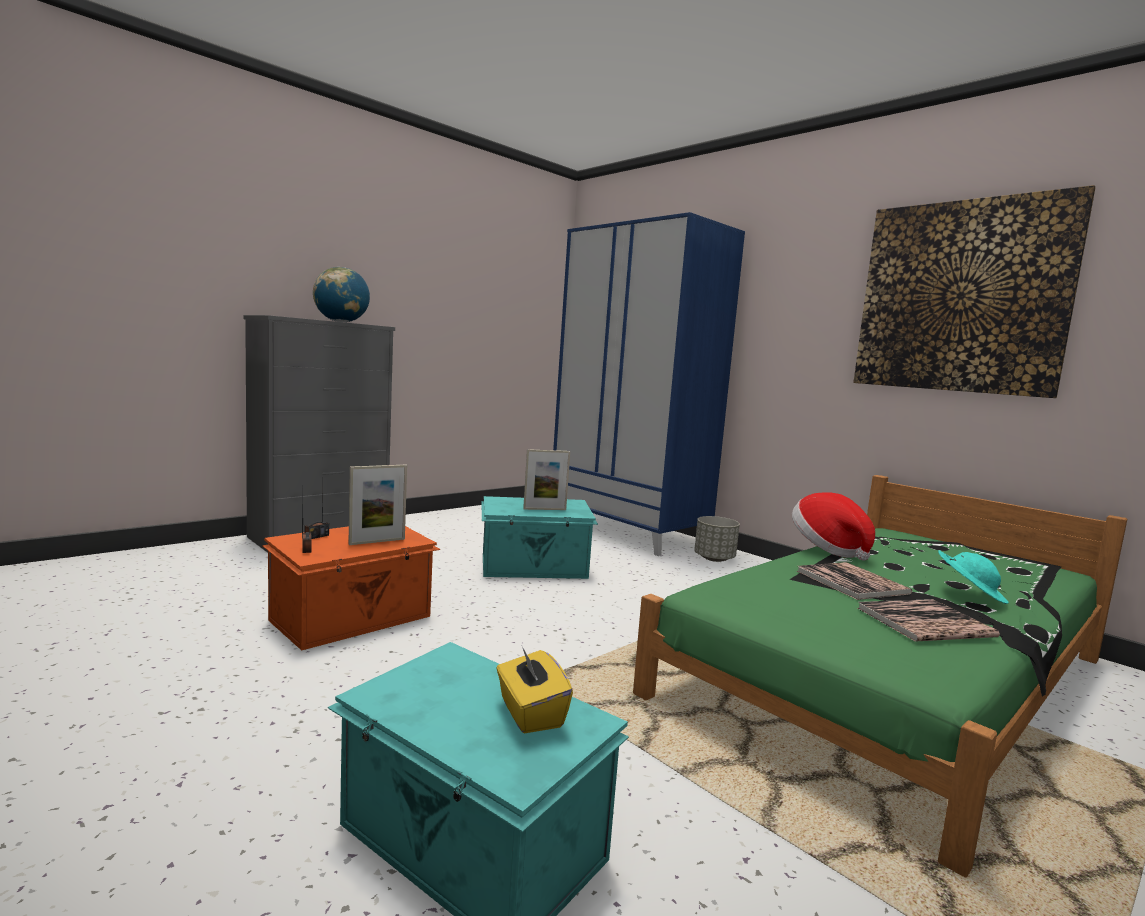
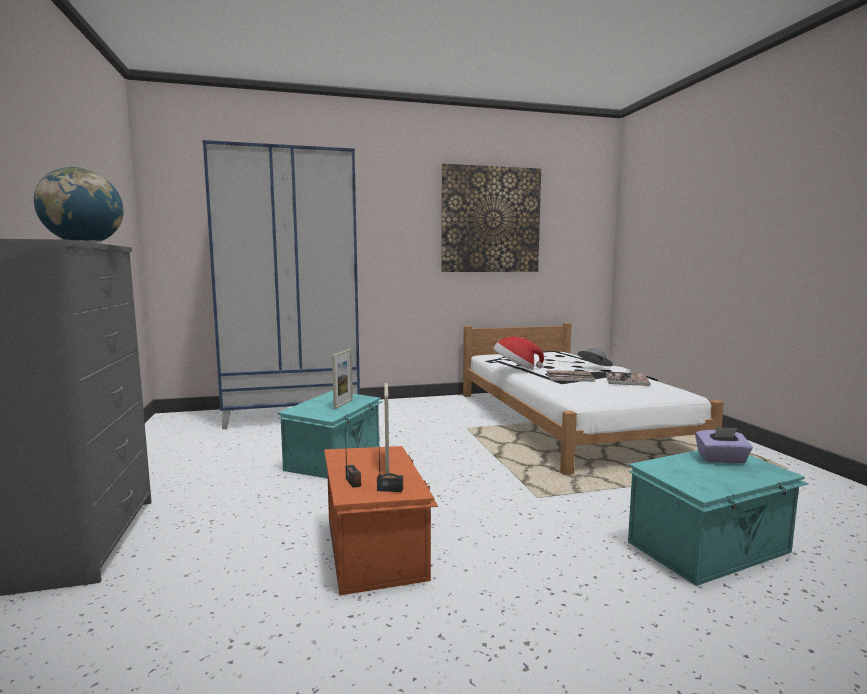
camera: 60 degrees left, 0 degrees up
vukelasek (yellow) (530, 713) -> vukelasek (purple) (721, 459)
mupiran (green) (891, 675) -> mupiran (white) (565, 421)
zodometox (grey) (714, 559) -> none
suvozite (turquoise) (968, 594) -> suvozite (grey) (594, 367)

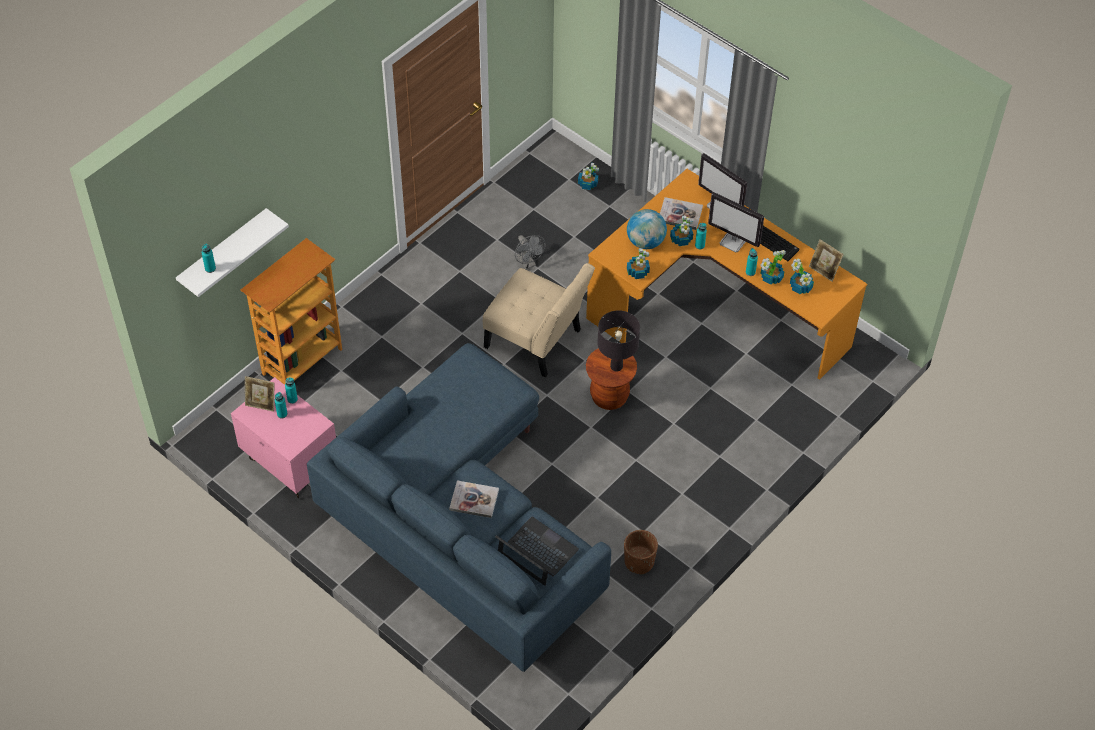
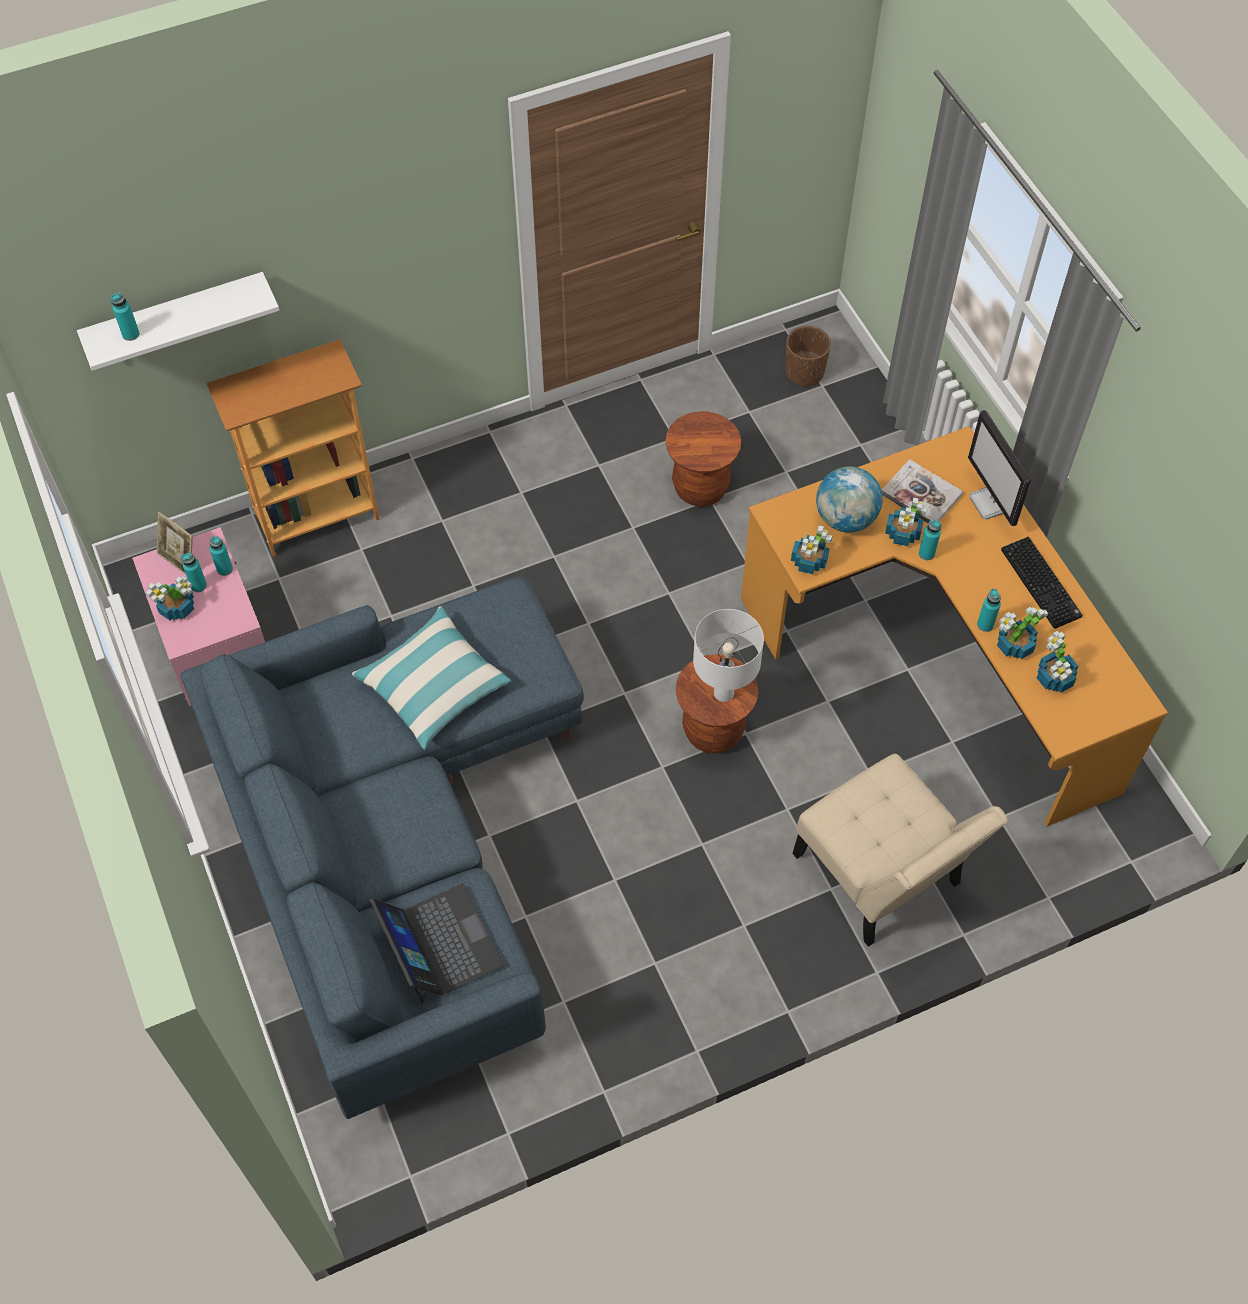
camera: 25 degrees right, 5 degrees up
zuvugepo (474, 500) -> none
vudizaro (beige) (537, 341) -> vudizaro (beige) (881, 877), shifted
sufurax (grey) (528, 263) -> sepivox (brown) (700, 488)
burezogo (588, 184) -> burezogo (178, 608), shifted
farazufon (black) (616, 366) -> farazufon (white) (723, 693)
zodometox (brown) (639, 562) -> zodometox (brown) (804, 372), shifted
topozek (733, 242) -> none
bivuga (823, 271) -> none
none -> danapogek (434, 686)

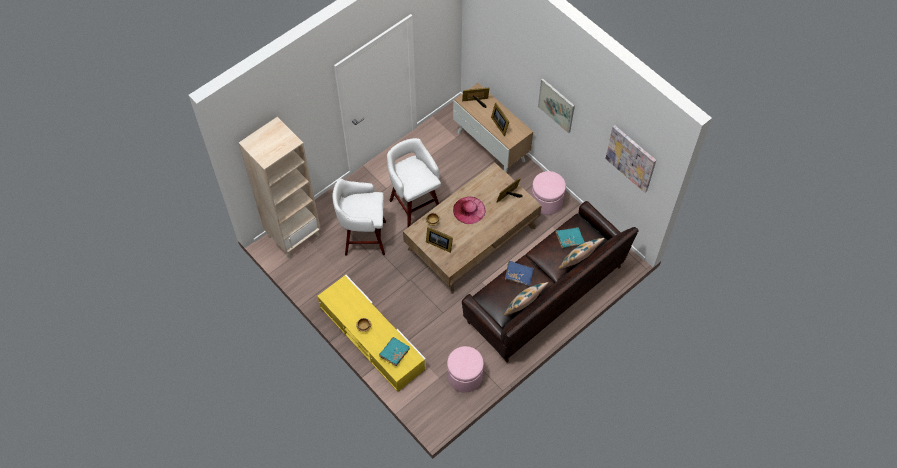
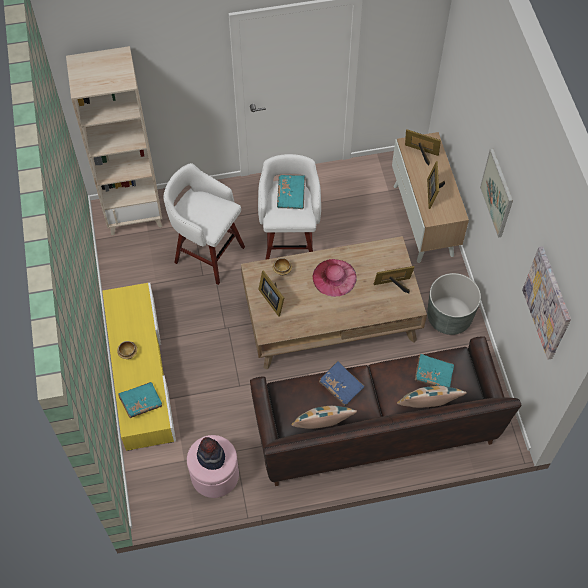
camera: 30 degrees right, 0 degrees up
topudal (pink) (546, 201) -> zodometox (grey) (449, 317)
none -> suvozite (211, 457)
none -> zuvugepo (turquoise) (291, 195)

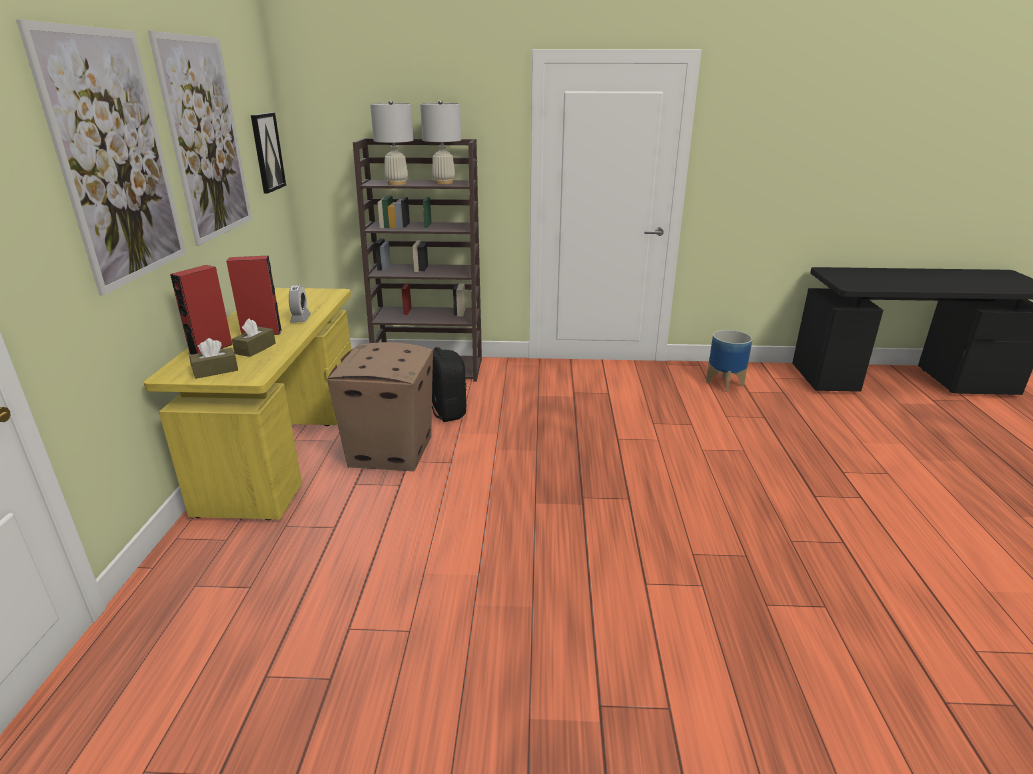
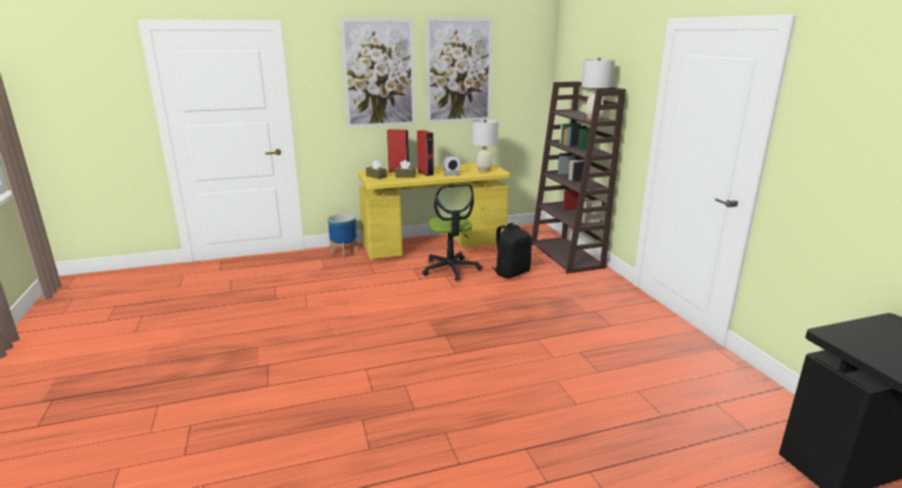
camera: 70 degrees right, 5 degrees down
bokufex (267, 152) -> none
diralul (390, 452) -> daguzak (451, 269)
farazufon (white) (396, 183) -> farazufon (white) (484, 170), shifted
zodometox (724, 383) -> zodometox (344, 252), shifted

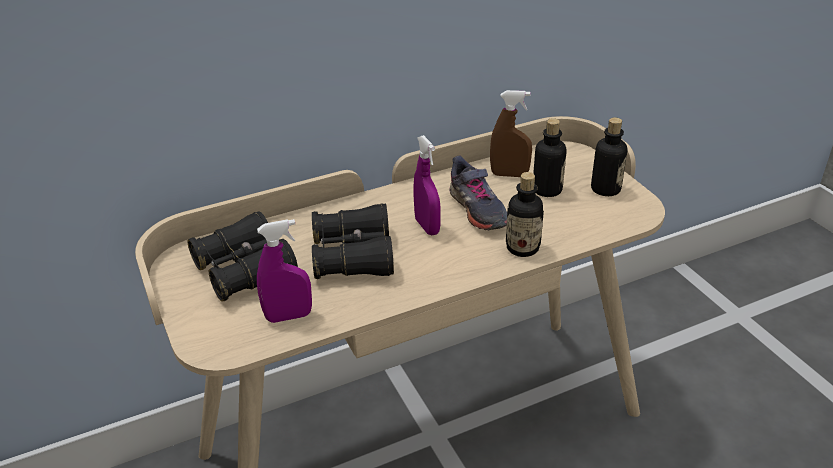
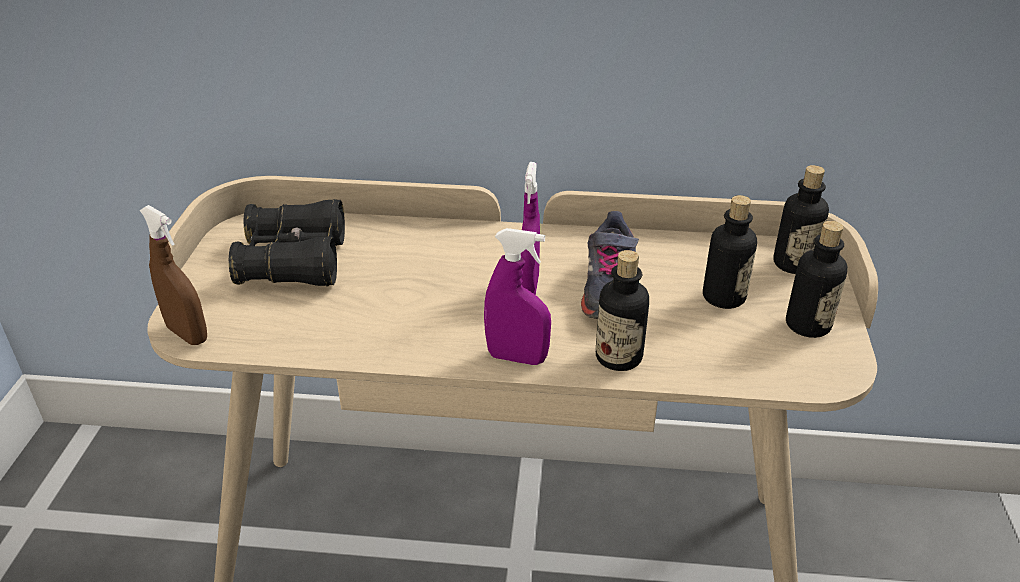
camera: 30 degrees right, 0 degrees up
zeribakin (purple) (289, 316) -> zeribakin (purple) (517, 358), shifted
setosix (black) (354, 256) -> none
zeribakin (brown) (509, 174) -> zeribakin (brown) (187, 334), shifted
none -> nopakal (793, 264)

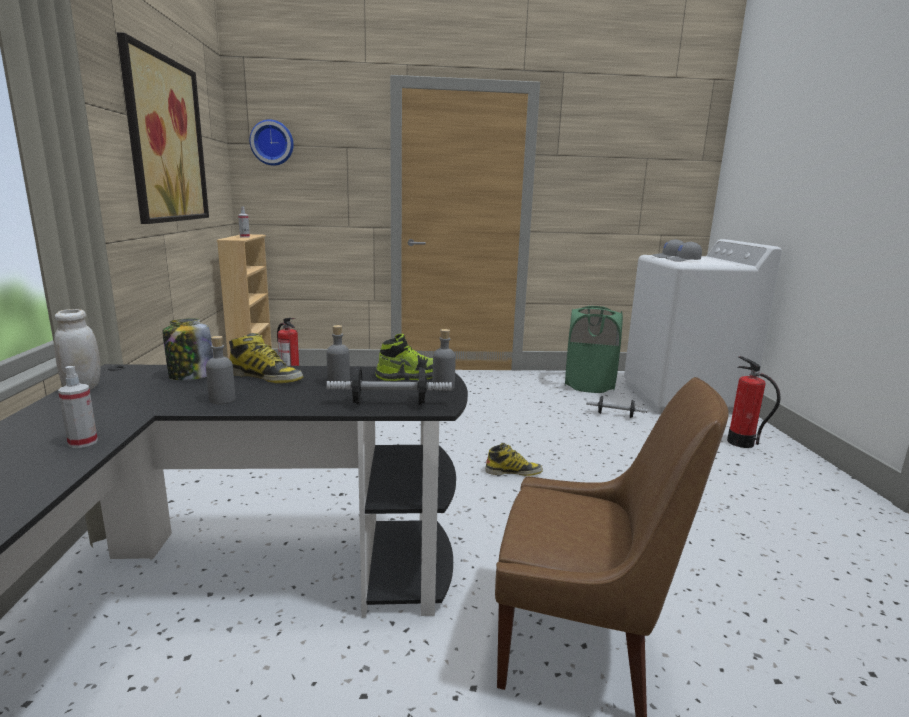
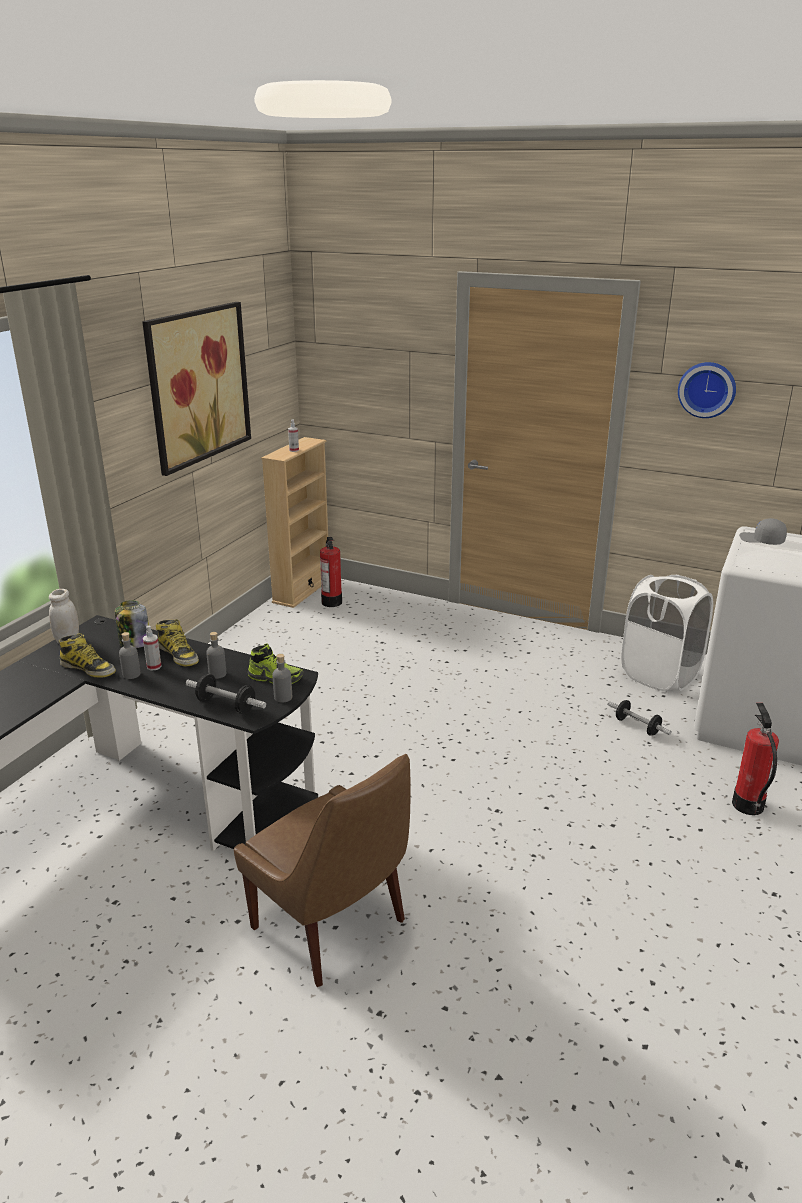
camera: 30 degrees right, 10 degrees up
zeribakin (83, 442) -> zeribakin (154, 666), shifted
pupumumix (272, 143) -> pupumumix (707, 389), shifted
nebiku (513, 471) -> nebiku (88, 668), shifted
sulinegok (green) (589, 385) -> sulinegok (white) (660, 675)
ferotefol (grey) (683, 260) -> none

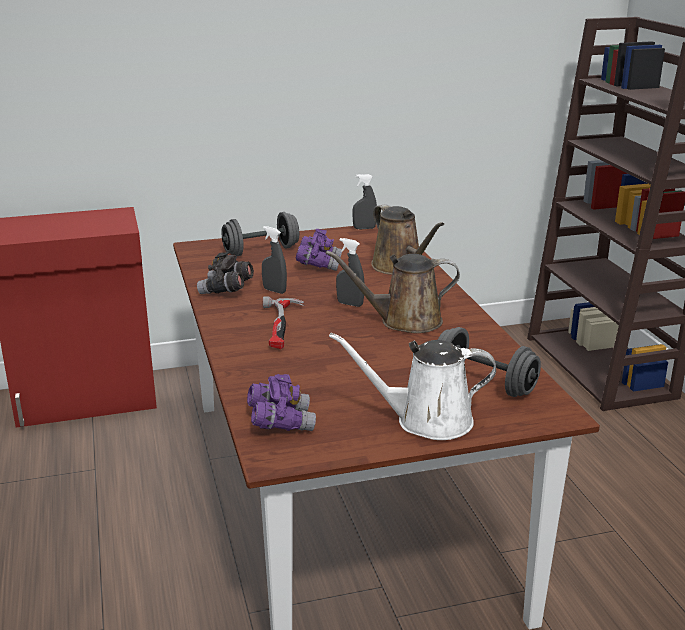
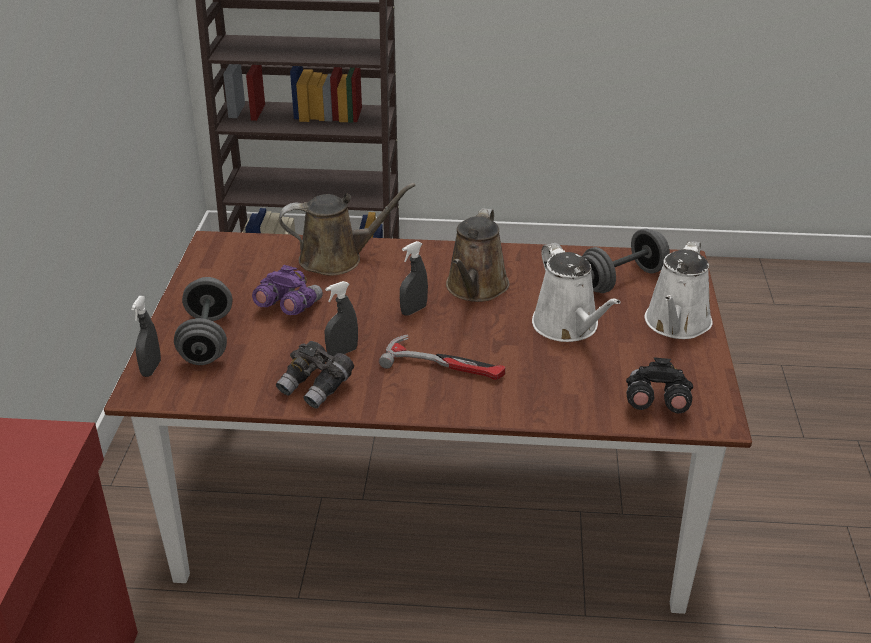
camera: 70 degrees left, 10 degrees up
setosix (purple) (280, 422) -> setosix (black) (655, 403)
zeribakin (grey) (364, 228) -> zeribakin (grey) (151, 369), shifted
none -> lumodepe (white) (568, 327)

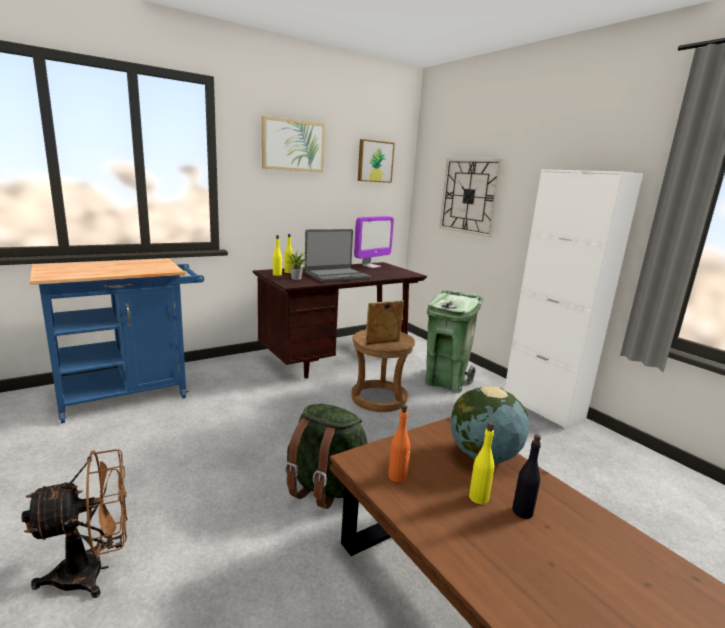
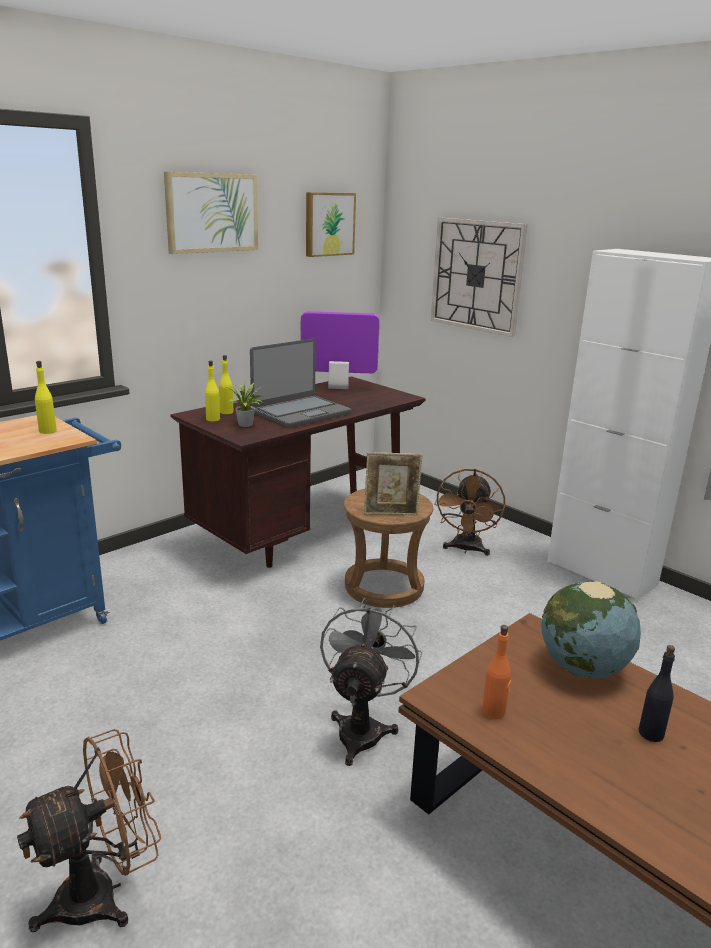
camera: 10 degrees left, 5 degrees up
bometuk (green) (326, 487) -> sufurax (grey) (363, 728)
topozek (371, 266) -> topozek (338, 387), 120 degrees counterclockwise
bivuga (382, 344) -> bivuga (391, 513), 150 degrees counterclockwise
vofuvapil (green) (446, 382) -> sufurax (brown) (466, 549)
nopakal (yellow) (478, 497) -> nopakal (yellow) (47, 431), shifted

